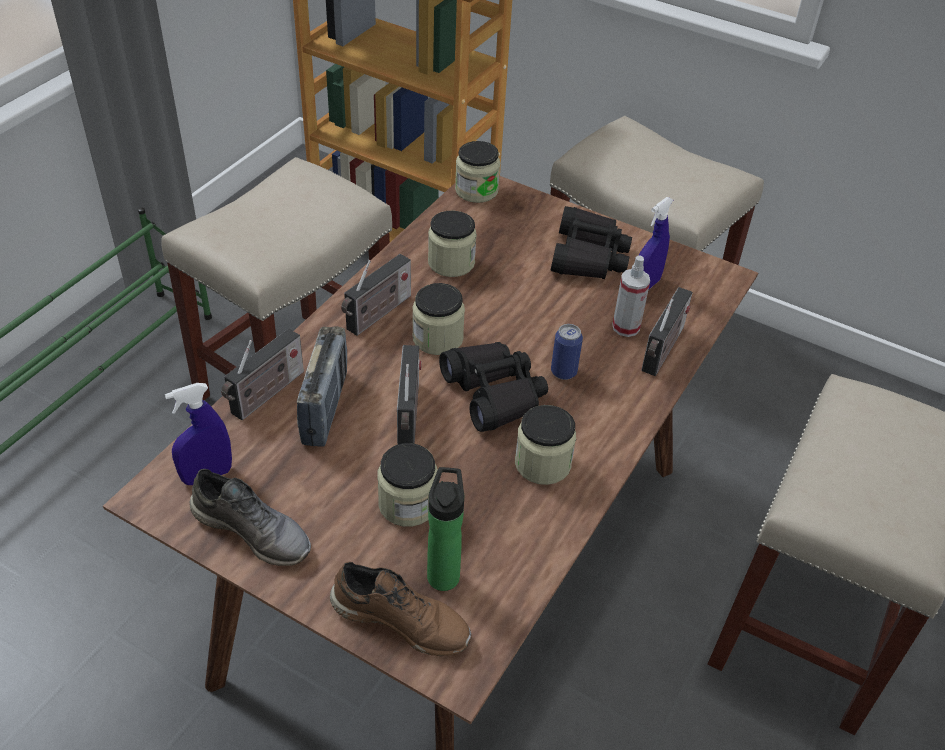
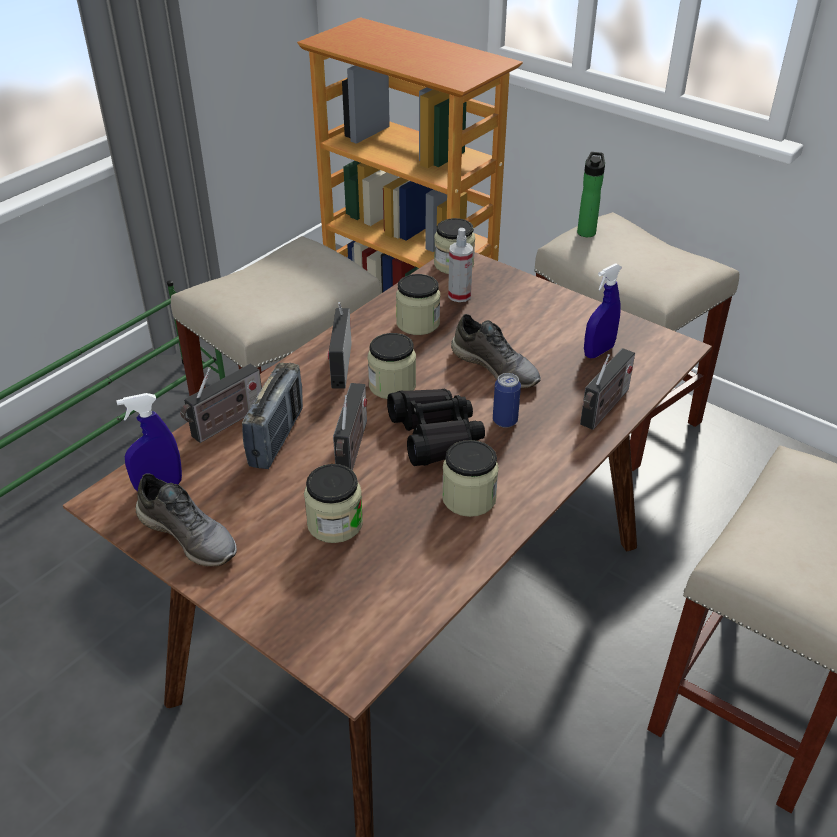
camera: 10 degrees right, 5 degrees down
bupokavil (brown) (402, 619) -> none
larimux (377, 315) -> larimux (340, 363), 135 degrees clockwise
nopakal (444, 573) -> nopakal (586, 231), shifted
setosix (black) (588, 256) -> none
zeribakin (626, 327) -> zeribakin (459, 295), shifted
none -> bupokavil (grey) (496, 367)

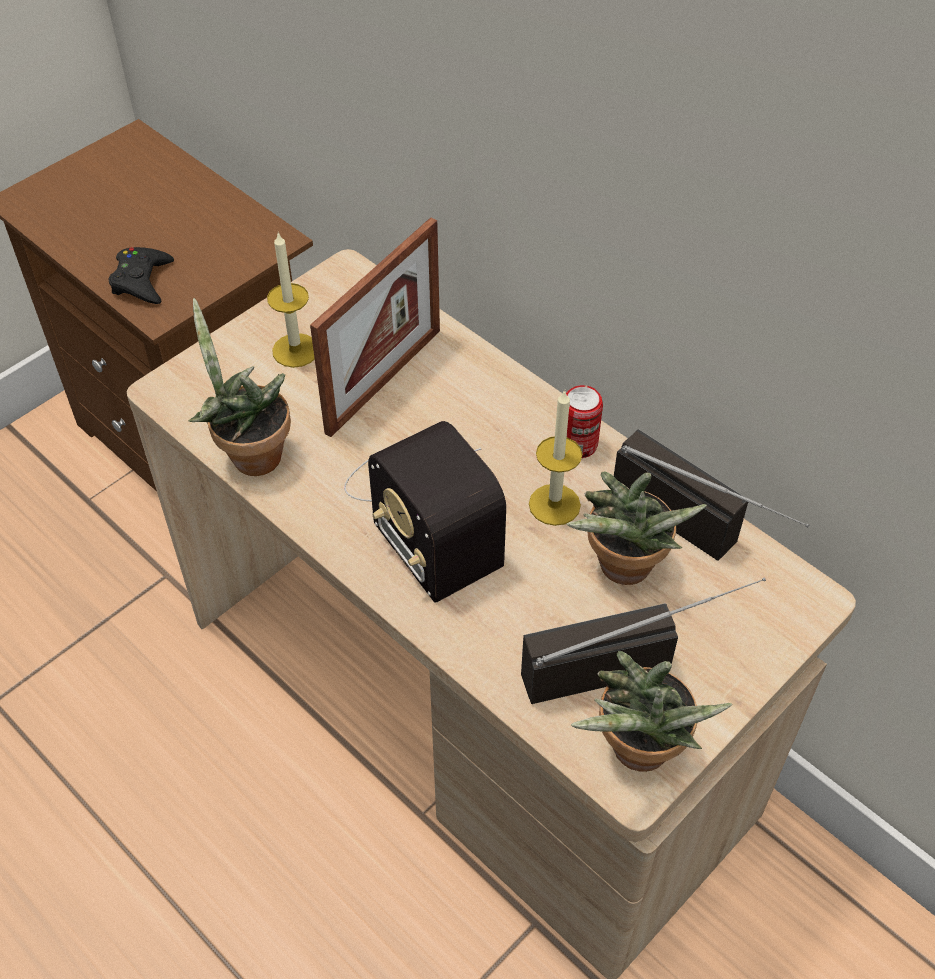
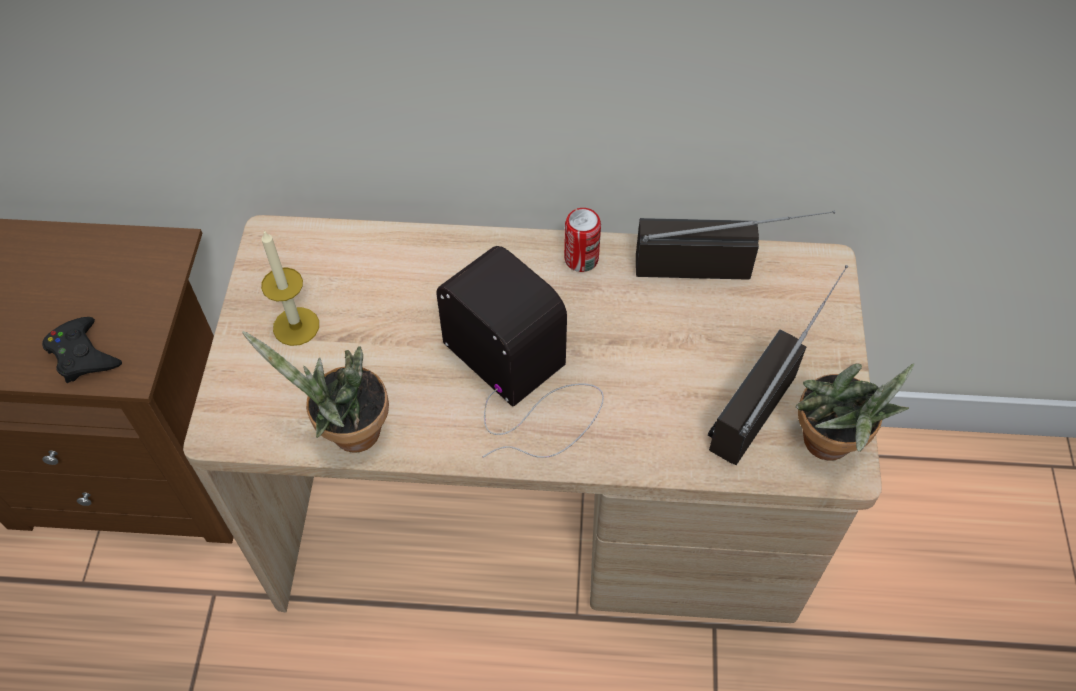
camera: 40 degrees left, 5 degrees up
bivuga (384, 380) -> none
larimux (423, 510) -> larimux (524, 383), 150 degrees counterclockwise
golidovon (554, 504) -> none
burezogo (623, 571) -> none

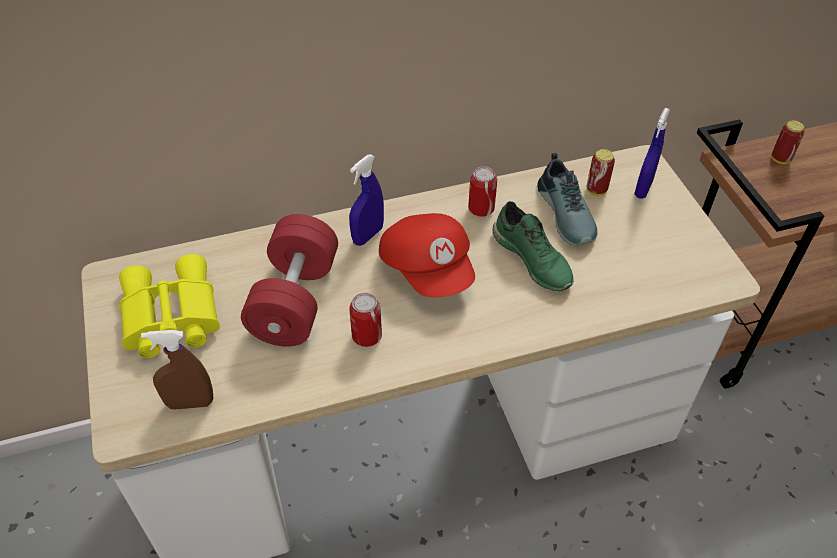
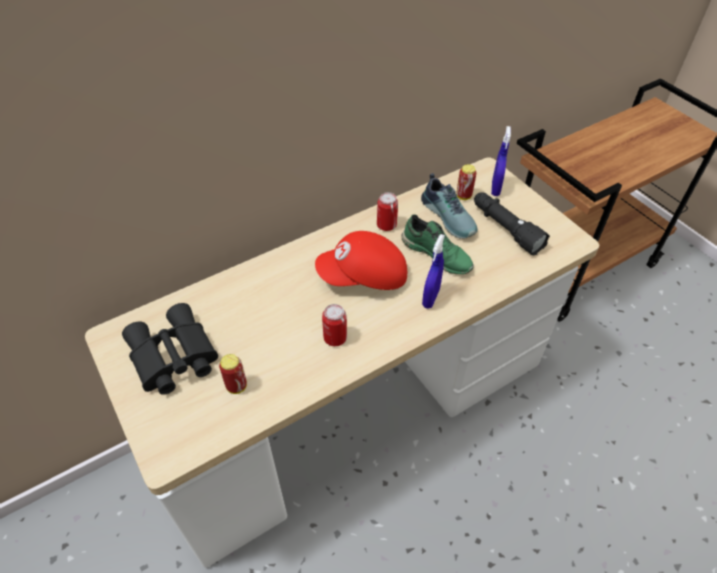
camera: 15 degrees left, 0 degrees up
setosix (yellow) (168, 317) -> setosix (black) (172, 358)
zeribakin (brown) (190, 403) -> none
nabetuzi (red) (295, 300) -> none
zeribakin (blue) (368, 235) -> zeribakin (blue) (430, 298), shifted
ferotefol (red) (429, 269) -> ferotefol (red) (364, 277), 120 degrees clockwise
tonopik (780, 159) -> tonopik (236, 386), shifted
none -> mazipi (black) (505, 229)

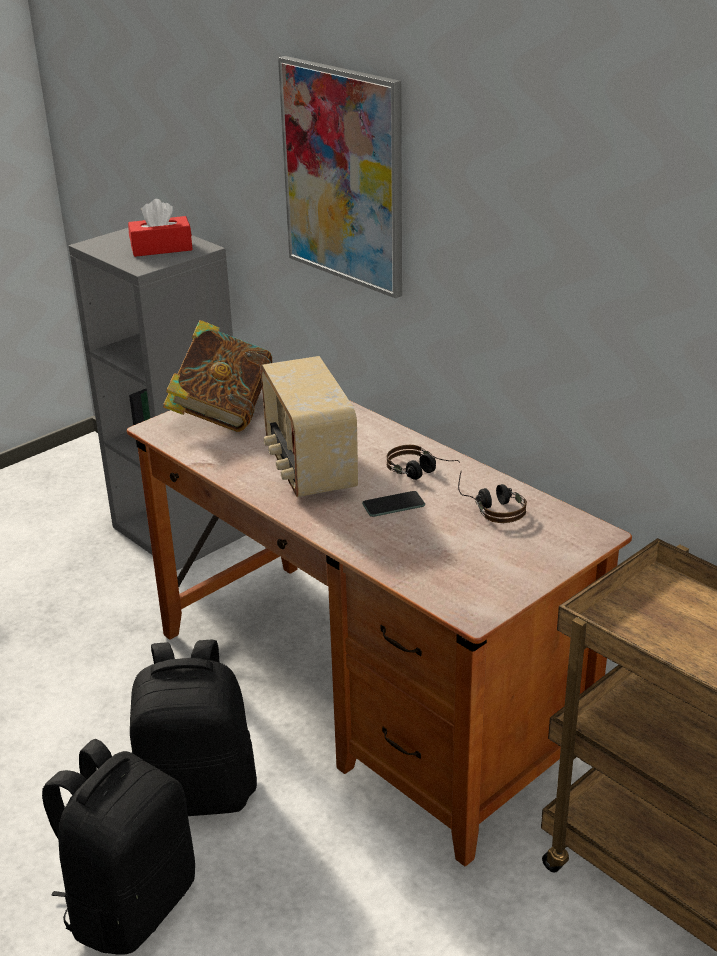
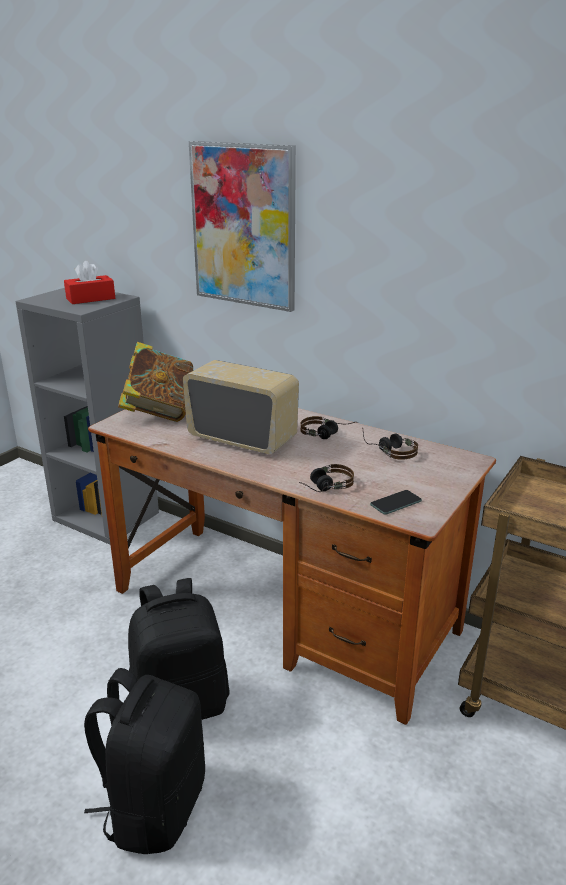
camera: 15 degrees left, 5 degrees down
larimux (308, 468) -> larimux (243, 439), 150 degrees clockwise
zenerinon (393, 505) -> zenerinon (396, 503), shifted
none -> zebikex (323, 487)

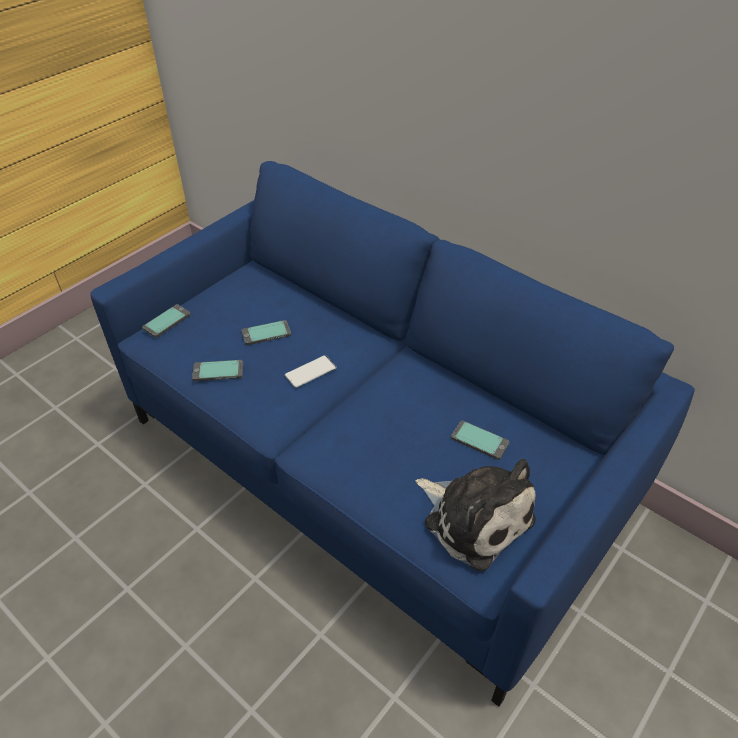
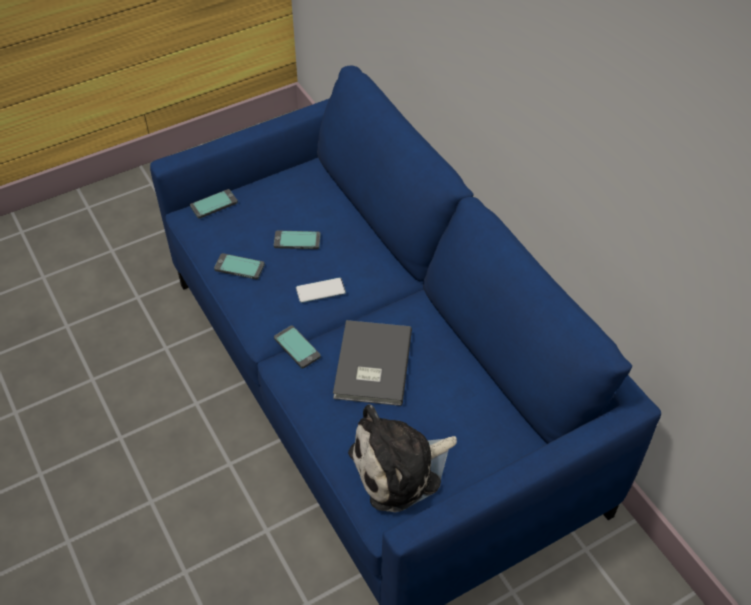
camera: 20 degrees right, 5 degrees up
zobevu (474, 517) -> zobevu (401, 468), 90 degrees clockwise
zenerinon (479, 440) -> zenerinon (297, 347), shifted
none -> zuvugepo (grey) (370, 365)

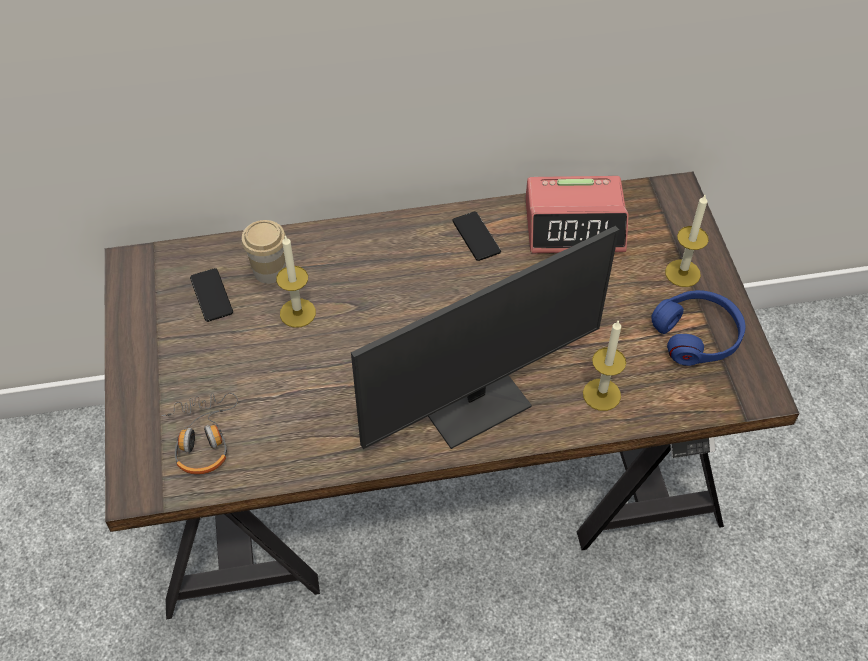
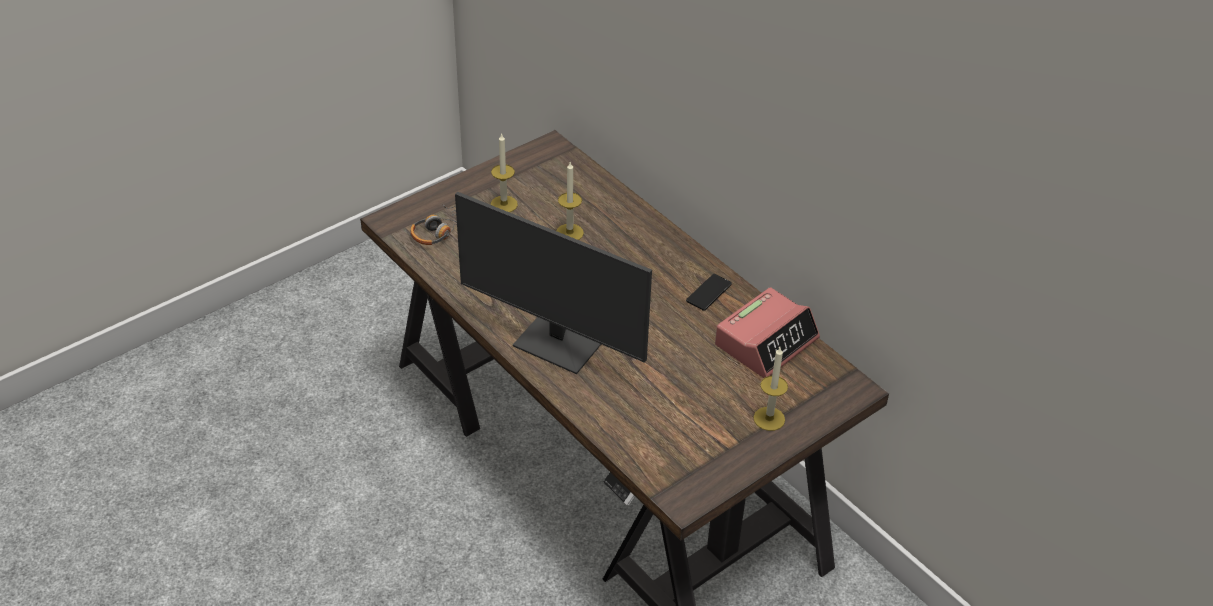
camera: 60 degrees right, 10 degrees down
zenerinon (211, 295) -> none
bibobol (269, 271) -> none
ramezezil (575, 225) -> ramezezil (766, 341), 105 degrees counterclockwise
golidovon (601, 394) -> golidovon (504, 204), shifted
zebikex (blue) (697, 335) -> none

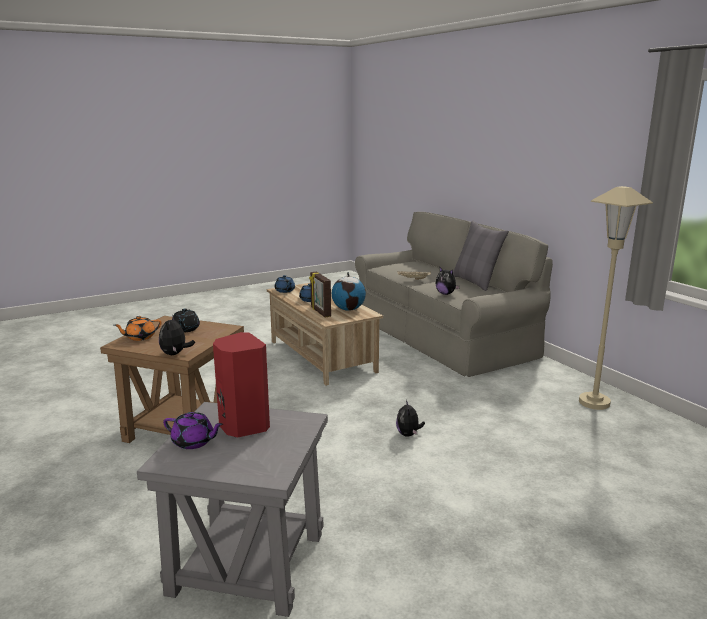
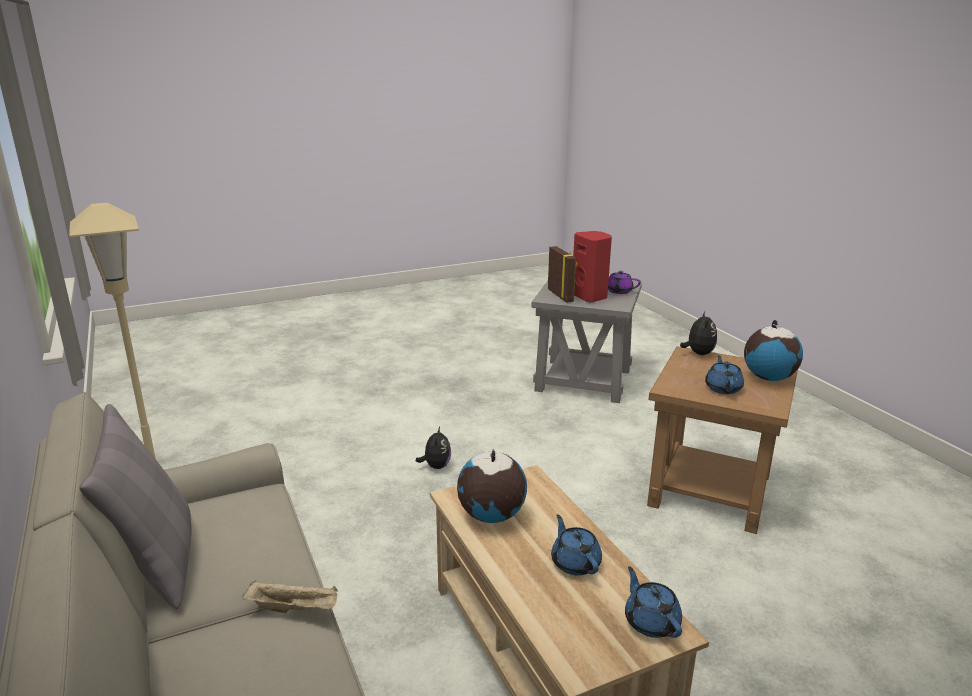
camera: 175 degrees left, 5 degrees up
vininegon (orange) (140, 337) -> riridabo (768, 378)
vininegon (black) (185, 329) -> vininegon (blue) (723, 388)
bivuga (320, 312) -> bivuga (561, 295), shifted
zobevu (446, 294) -> none

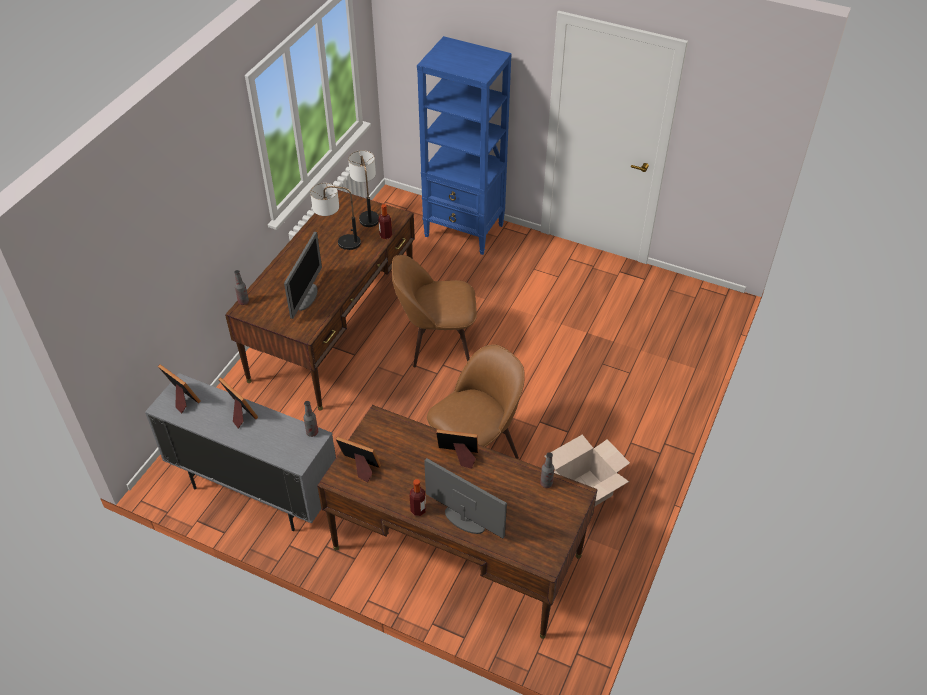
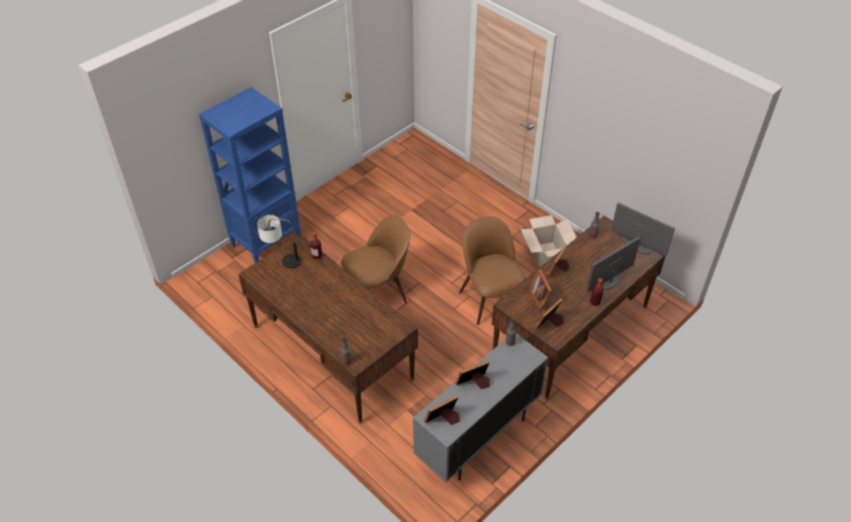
camera: 70 degrees left, 0 degrees up
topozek (306, 297) -> topozek (637, 246), shifted
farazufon (338, 242) -> none
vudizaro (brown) (437, 342) -> vudizaro (brown) (378, 292), 135 degrees counterclockwise
none -> bivuga (540, 298)

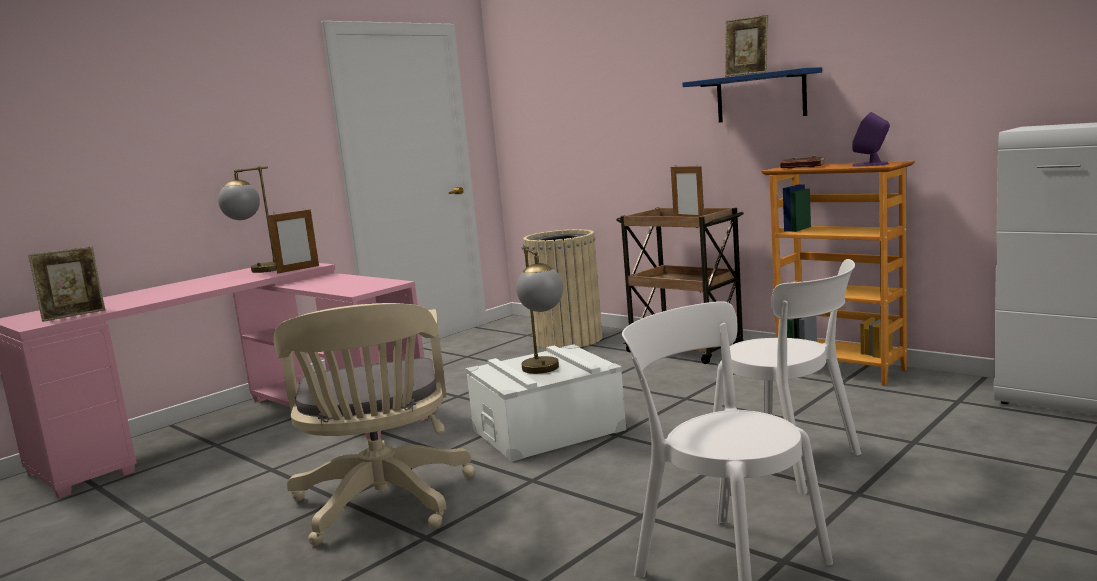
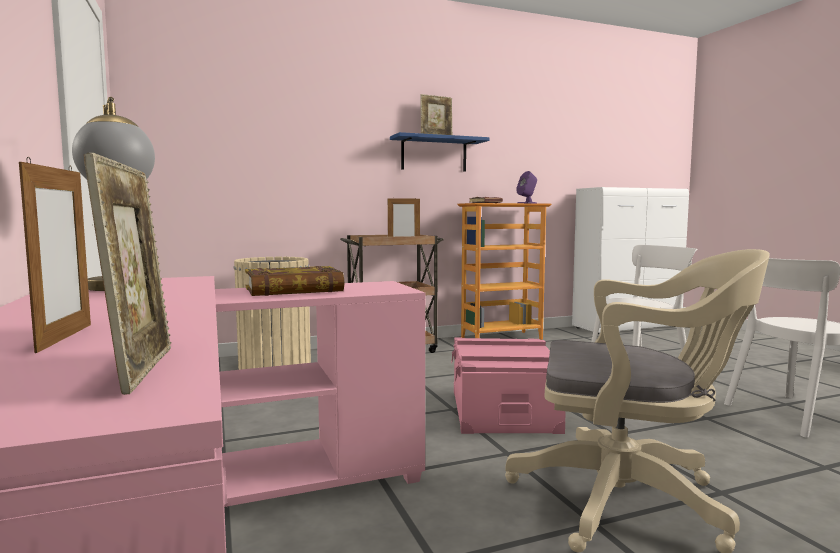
camera: 65 degrees left, 5 degrees down
bivuga (298, 269) -> bivuga (65, 337), shifted
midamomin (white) (547, 430) -> midamomin (pink) (503, 411)
farazufon (545, 371) -> none
none -> zuvugepo (294, 289)

